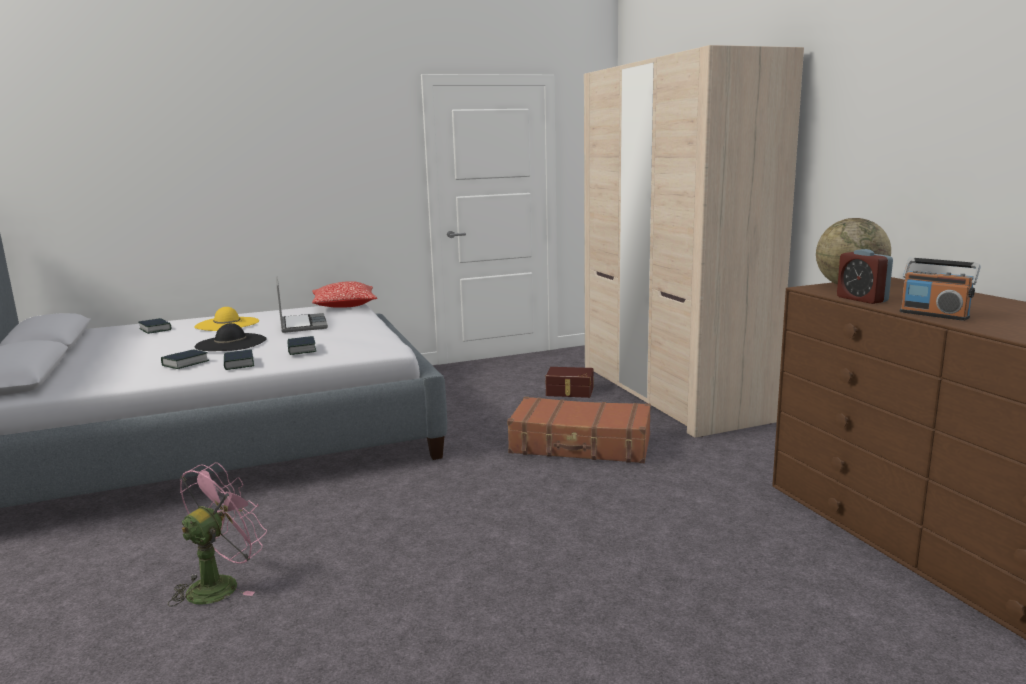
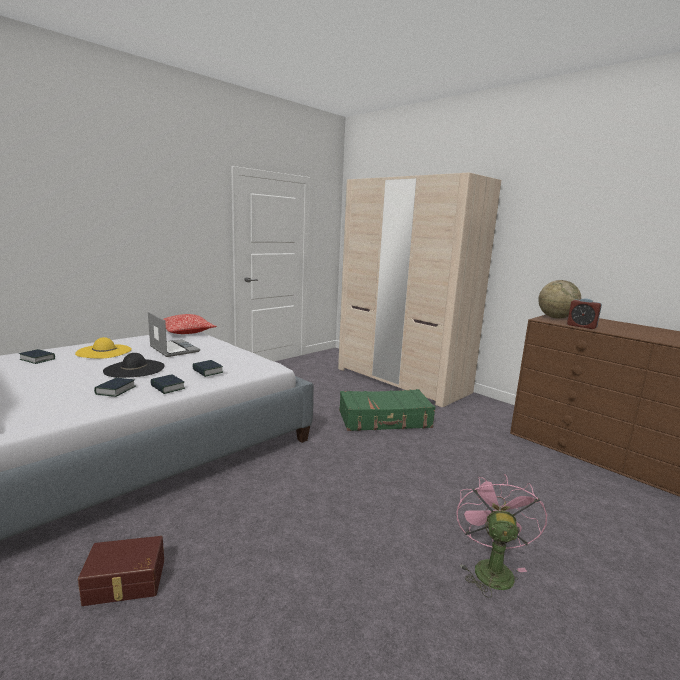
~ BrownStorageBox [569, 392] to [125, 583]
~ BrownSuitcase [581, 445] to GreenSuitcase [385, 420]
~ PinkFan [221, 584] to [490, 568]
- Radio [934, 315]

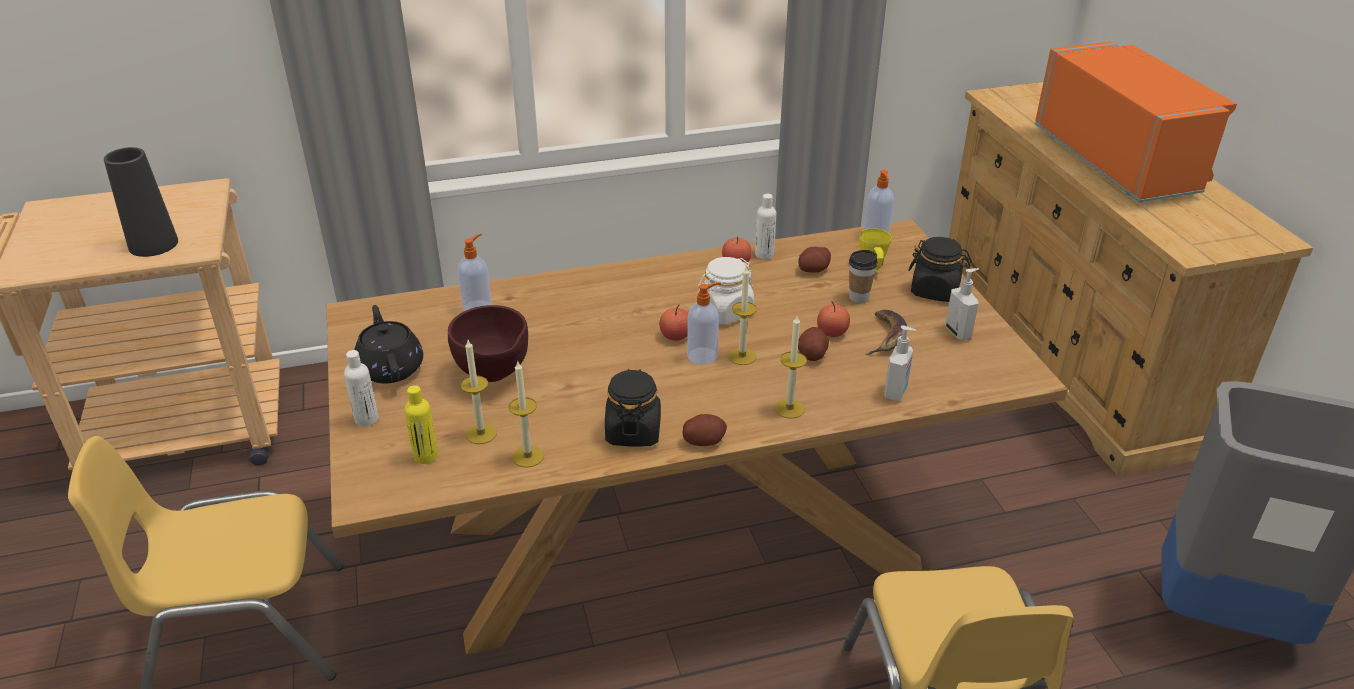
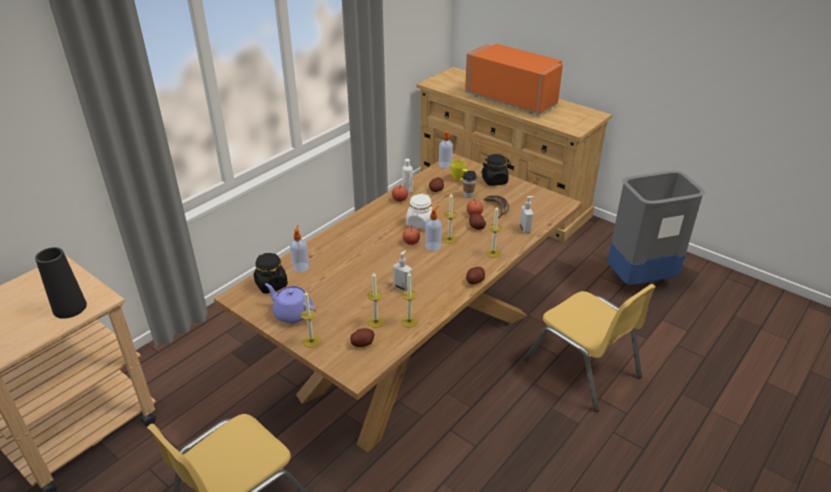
~ BlackJar [633, 431] to [271, 284]
~ BlackTeapot [390, 368] to PurpleTeapot [292, 313]
~ WhiteBottle [366, 419] to Candle [311, 341]
~ YellowBottle [426, 456] to Potato [362, 343]
~ SoapDispenser [958, 332] to [403, 287]
- BrownBowl [494, 377]

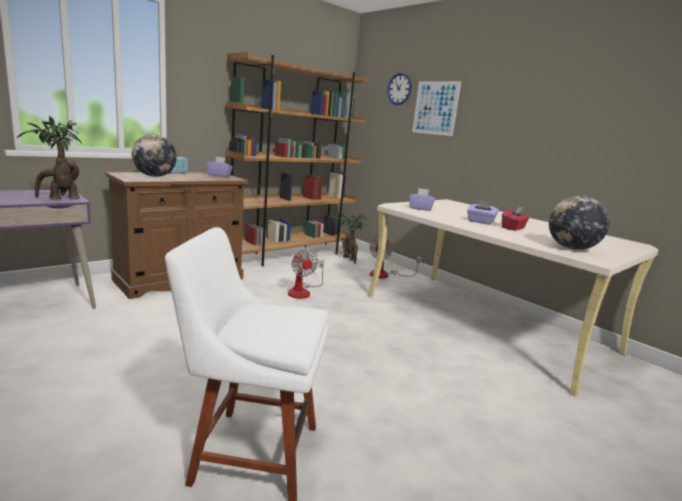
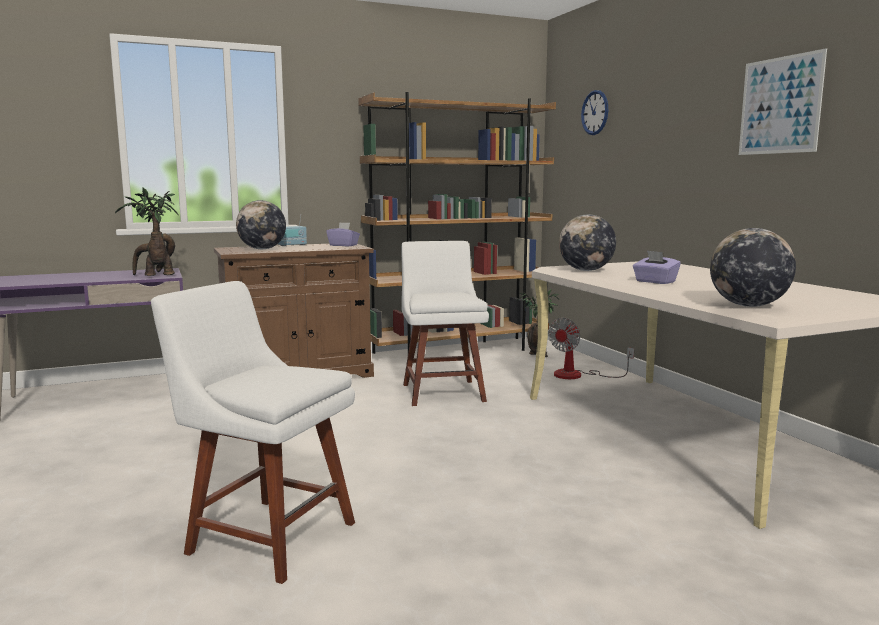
~ Fan [303, 291] to WhiteChair [442, 391]
~ PurpleTissueBox [420, 208] to Globe [586, 270]
~ Picture [435, 108] to [780, 105]
- RedTissueBox [513, 228]

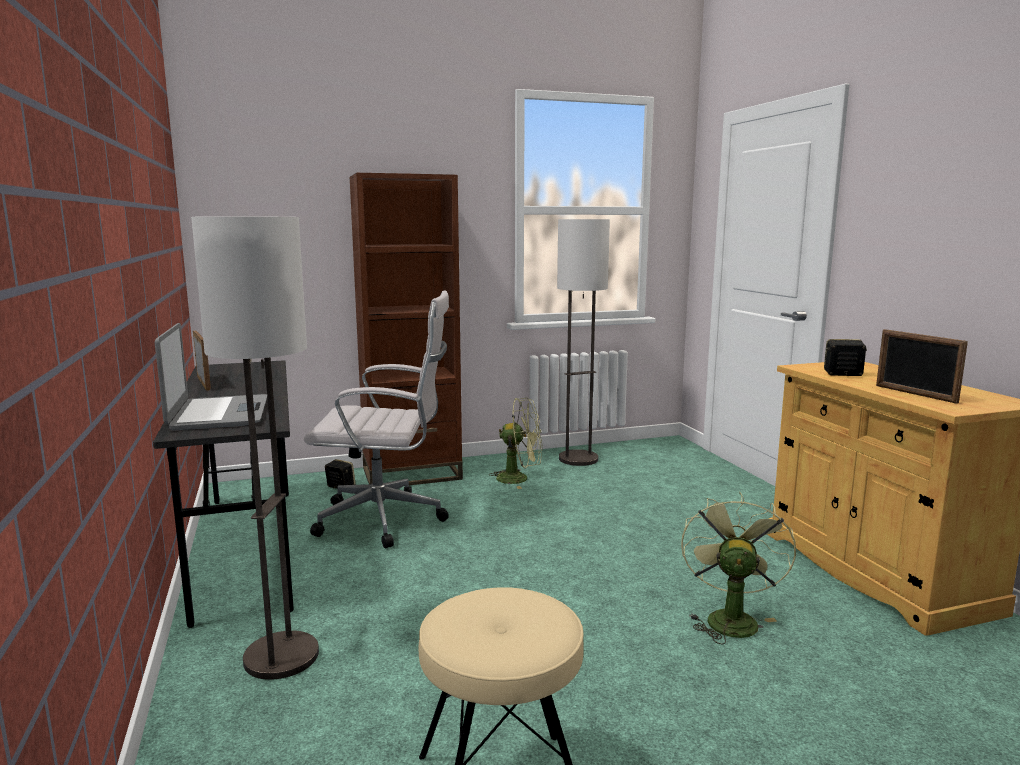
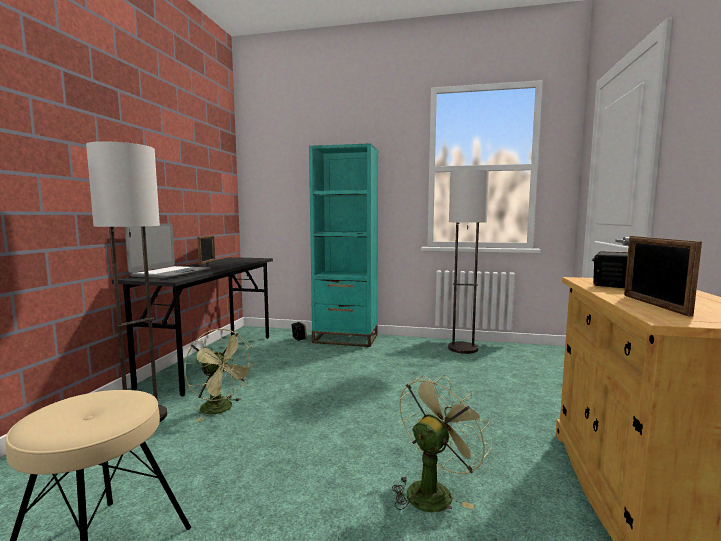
~ GreenFan [519, 479] to [221, 409]
~ BrownBookcase [412, 474] to TurquoiseBookcase [345, 339]
- WhiteOfficeChair [386, 520]

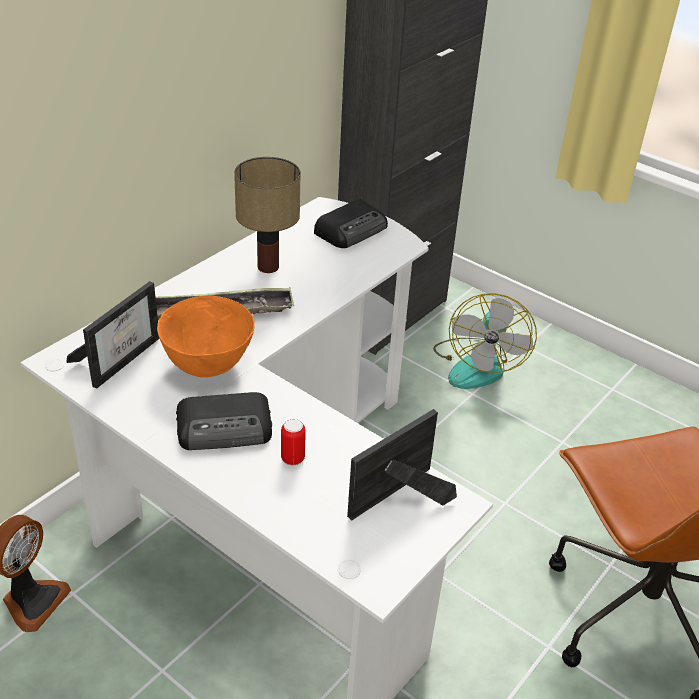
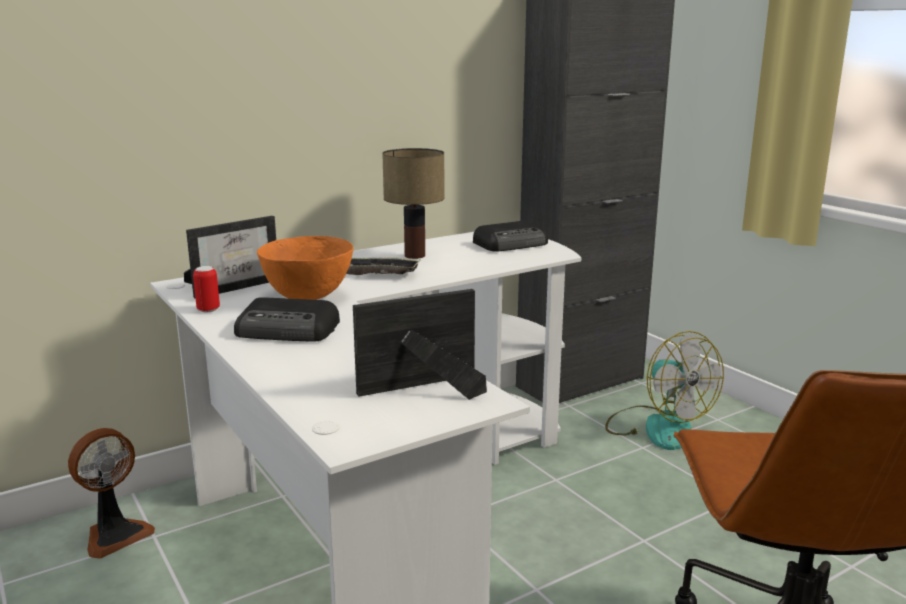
~ Can [292, 458] to [208, 310]
~ Fan [477, 365] = [657, 427] 60 degrees counterclockwise

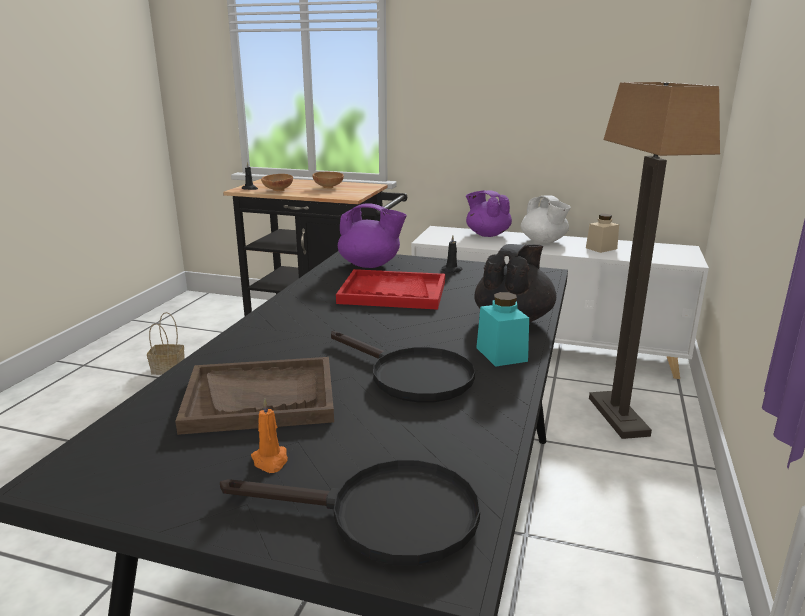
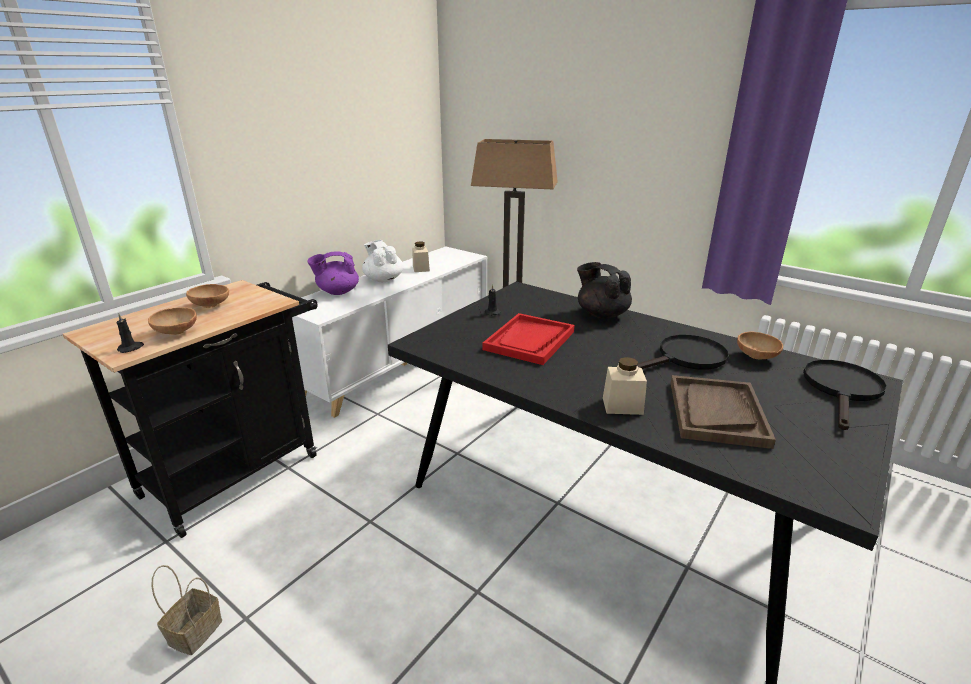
~ WhiteTeapot [544, 241] = [383, 279] 120 degrees counterclockwise
+ BeigeJar [622, 406]
+ BrownBowl [756, 357]
- OrangeCandle [270, 461]
- PurpleTeapot [370, 265]
- TurquoiseJar [501, 354]

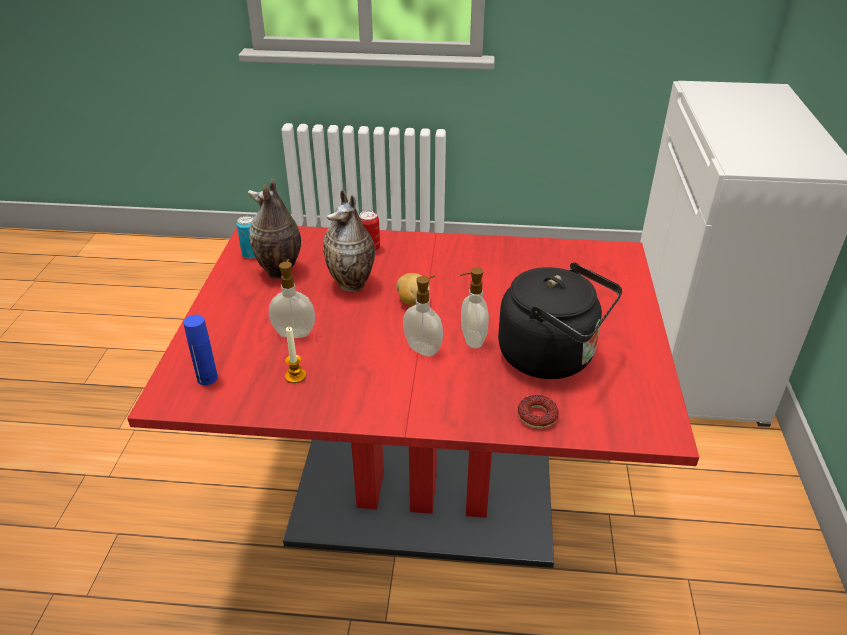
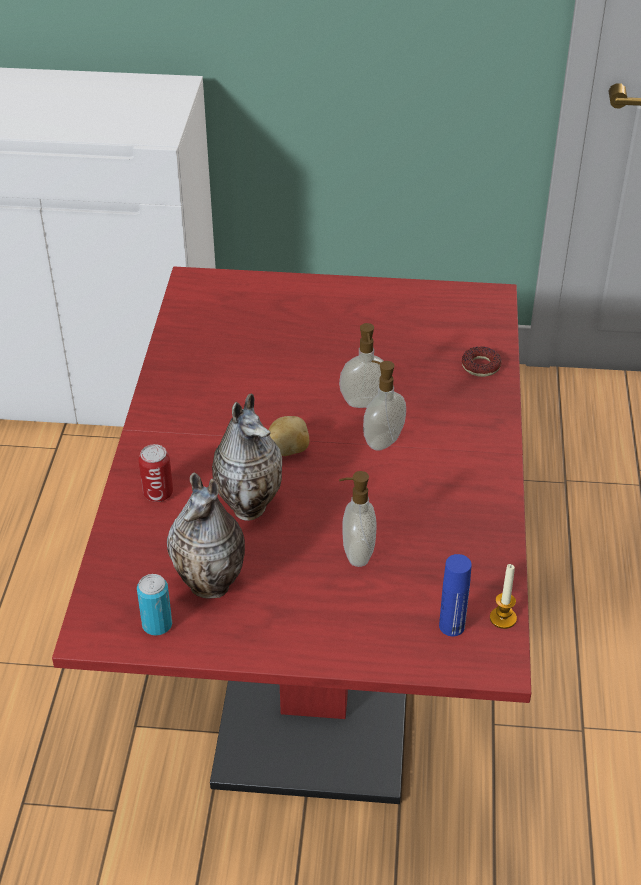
~ Candle [295, 376] to [503, 618]
- BlackKettle [552, 357]

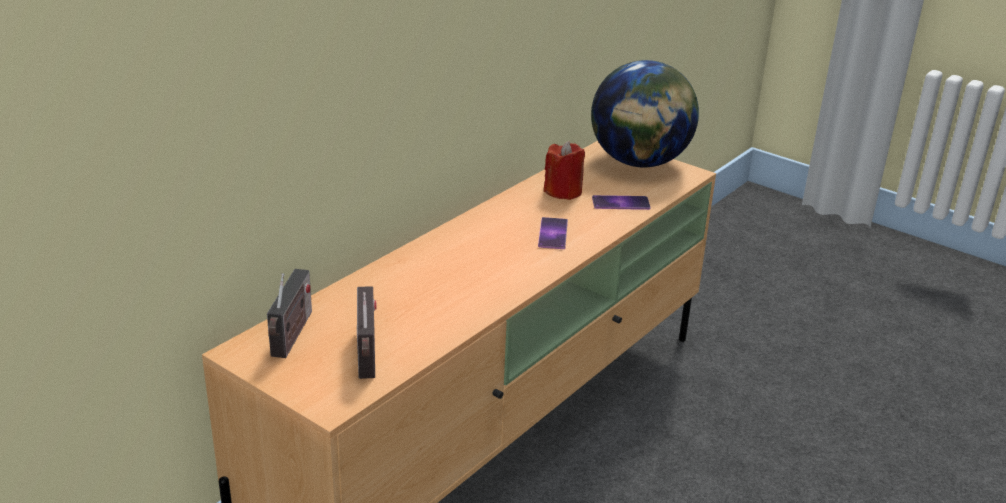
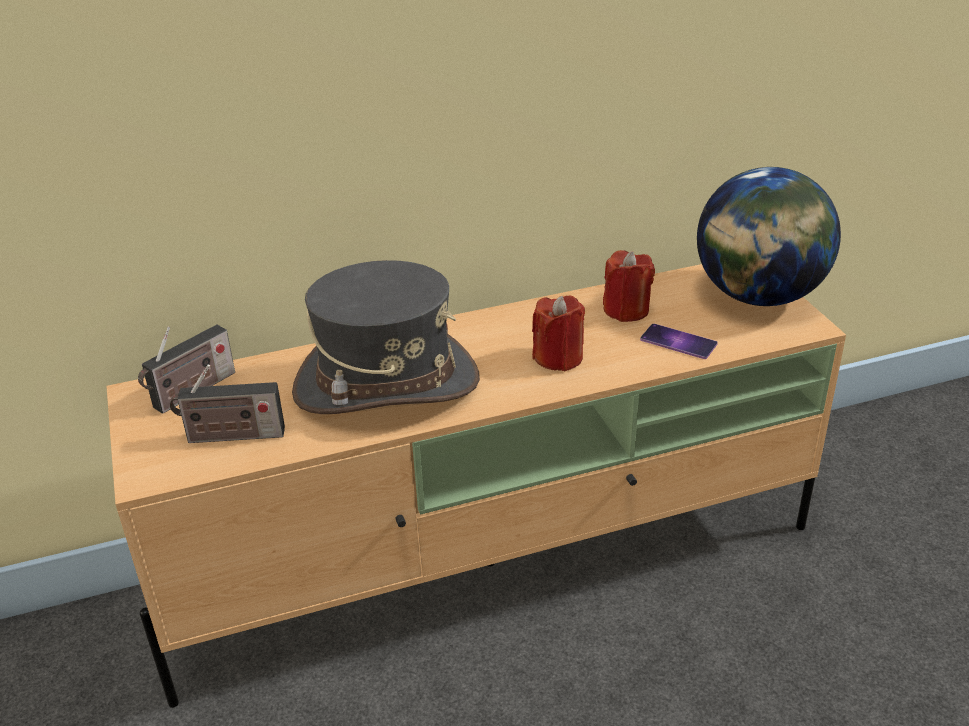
~ Radio [368, 355] = [231, 436] 60 degrees clockwise
+ GreyHat [386, 384]
~ Phone [553, 233] to RedCandle [558, 357]

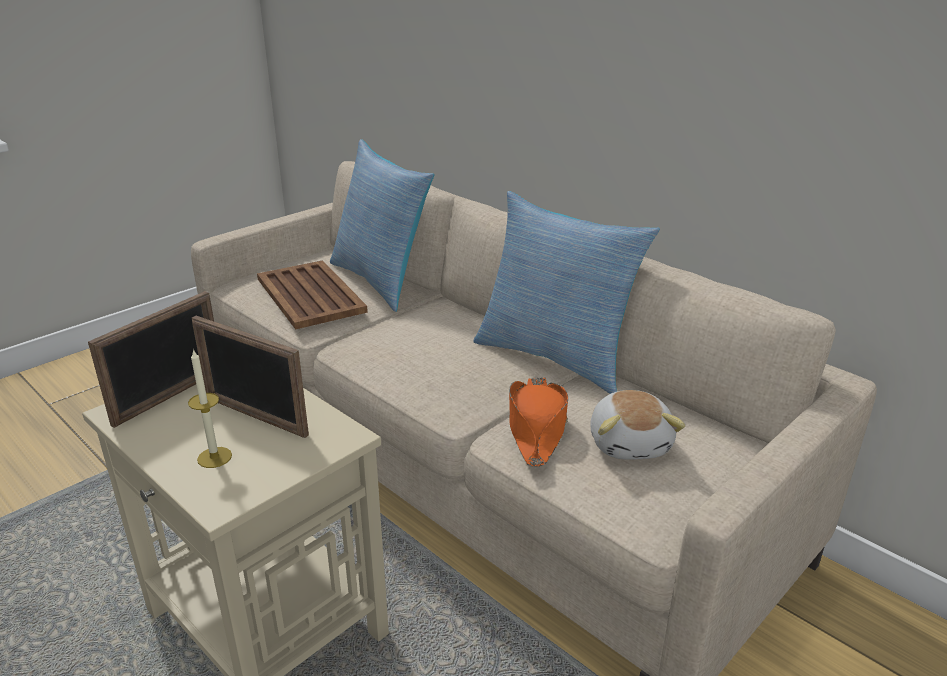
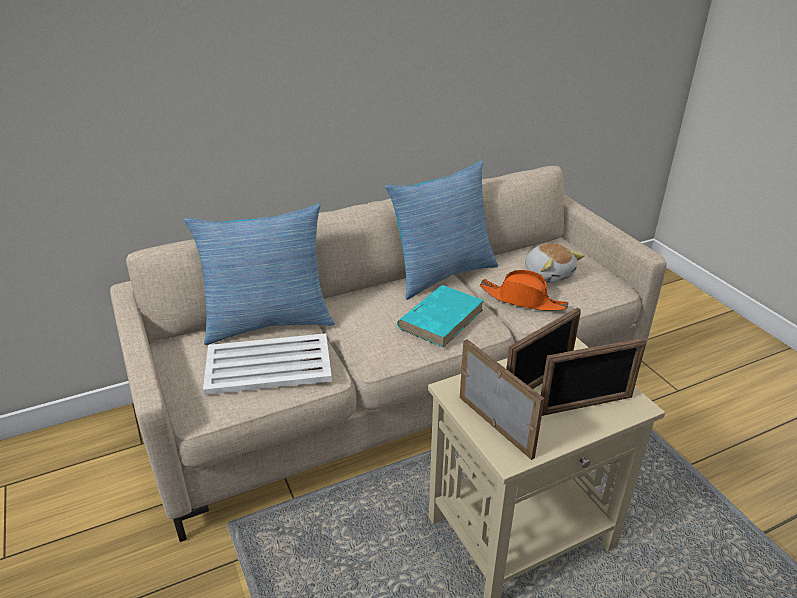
~ BrownTray [310, 296] to WhiteTray [270, 365]
+ TurquoiseBook [441, 318]
~ PlushToy [630, 443] = [548, 274] 45 degrees clockwise
~ Candle [214, 457] to PictureFrame [585, 405]

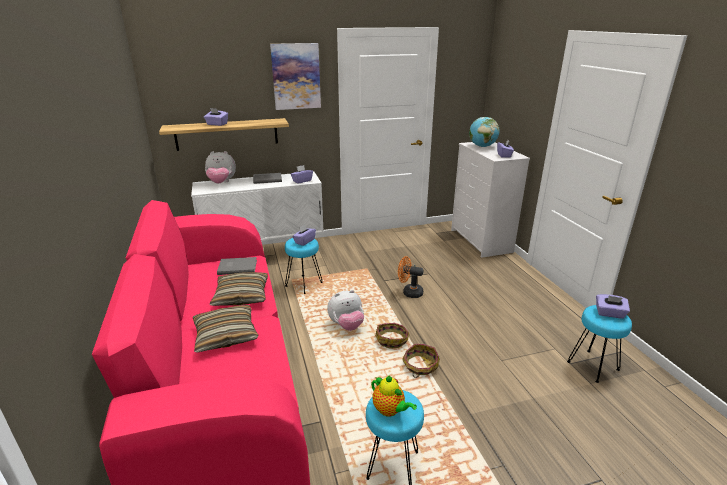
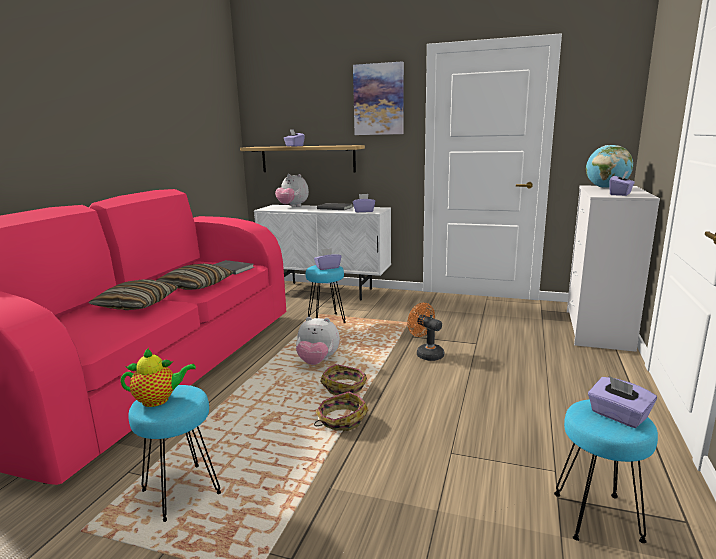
~ Teapot [390, 410] = [159, 400] 90 degrees counterclockwise

